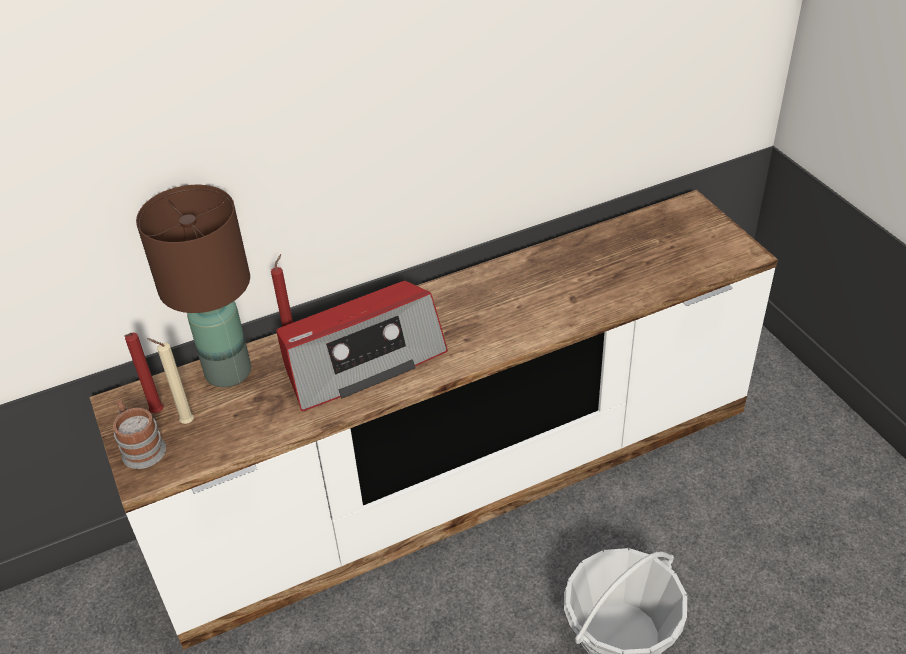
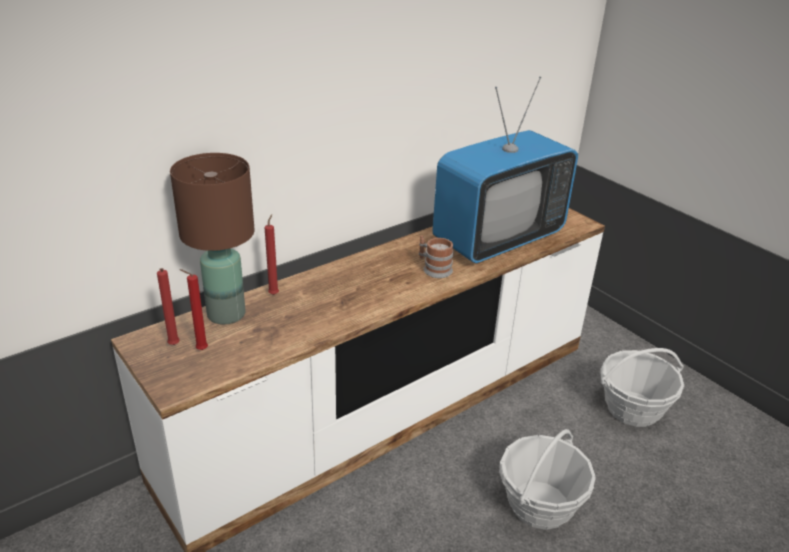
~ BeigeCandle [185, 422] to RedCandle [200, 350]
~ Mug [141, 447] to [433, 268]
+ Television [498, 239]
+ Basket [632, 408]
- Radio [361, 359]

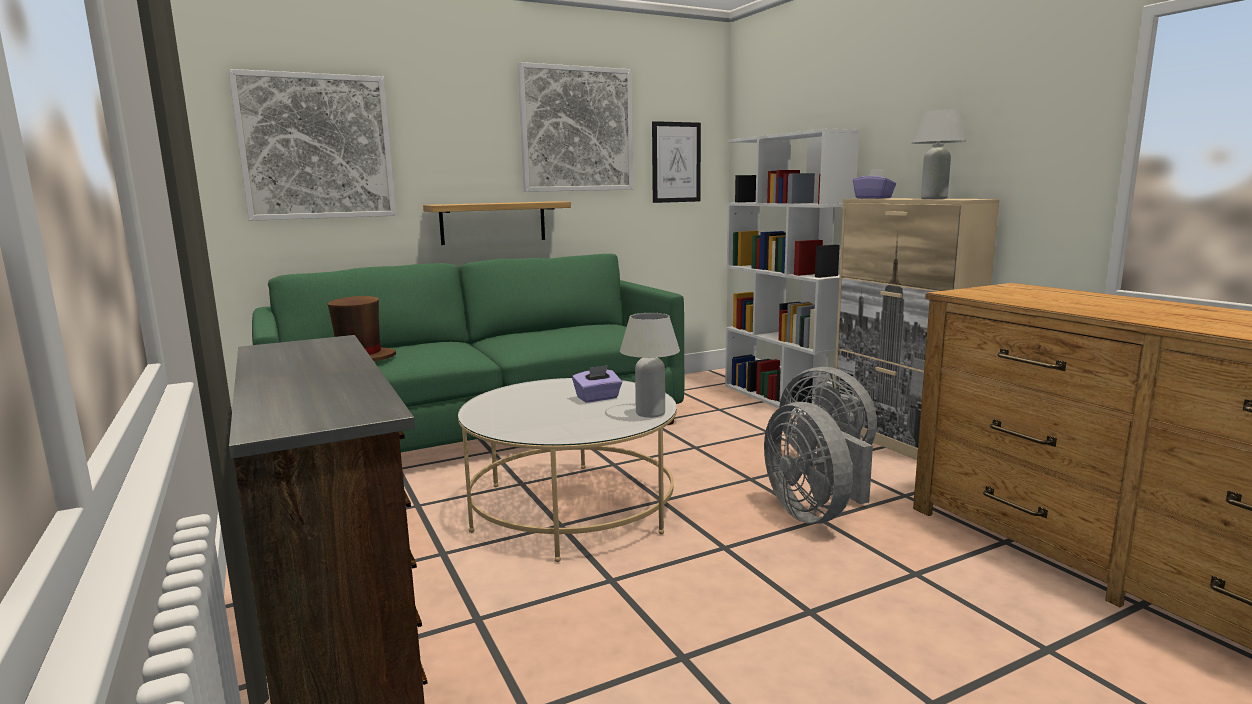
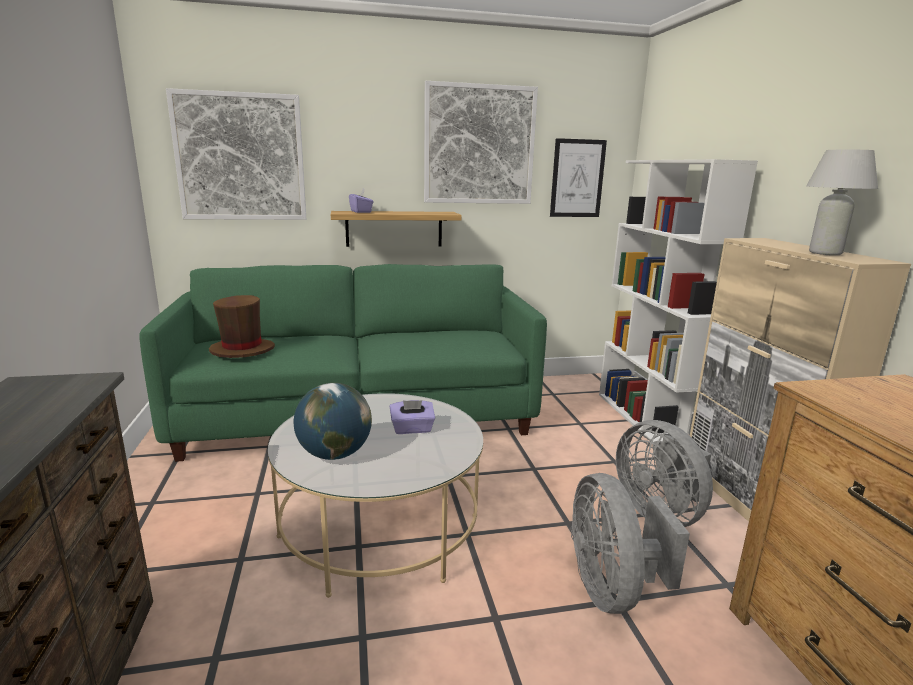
+ Globe [334, 454]
~ PurpleTissueBox [873, 198] to [361, 212]
- WhiteTableLamp [650, 413]

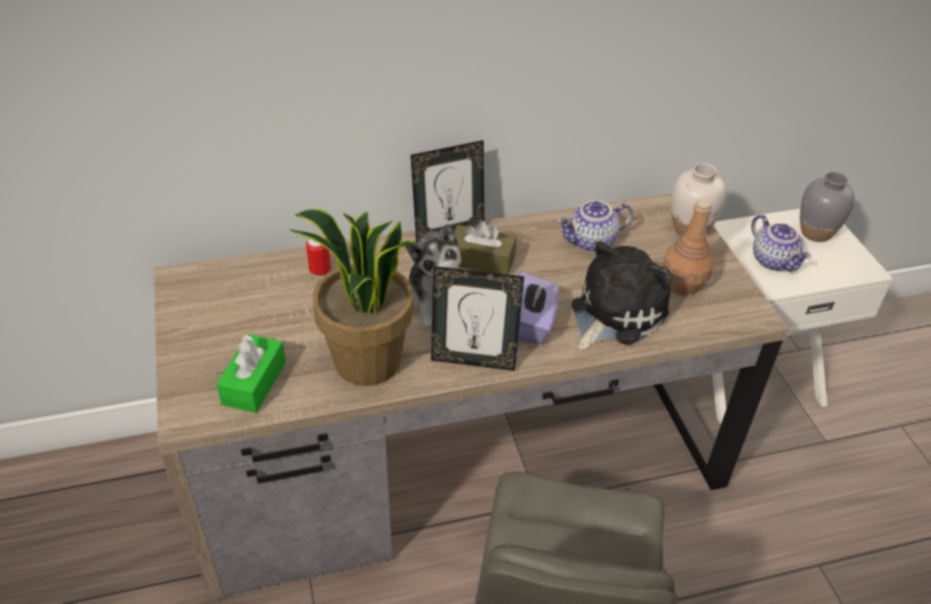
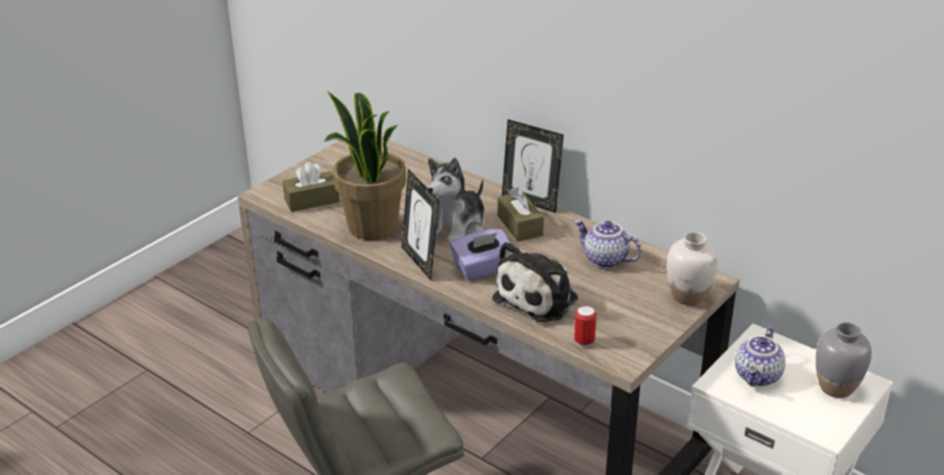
~ GreenTissueBox [254, 383] to BrownTissueBox [312, 200]
~ PlushToy [614, 313] = [539, 297] 120 degrees clockwise
~ Can [320, 271] to [584, 342]
- BrownBottle [682, 284]

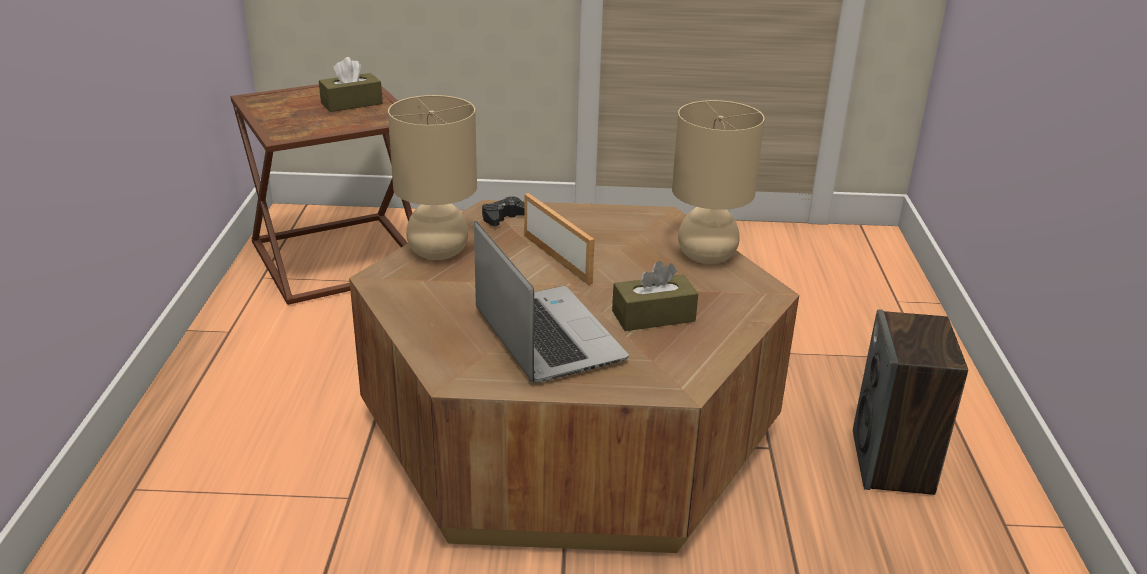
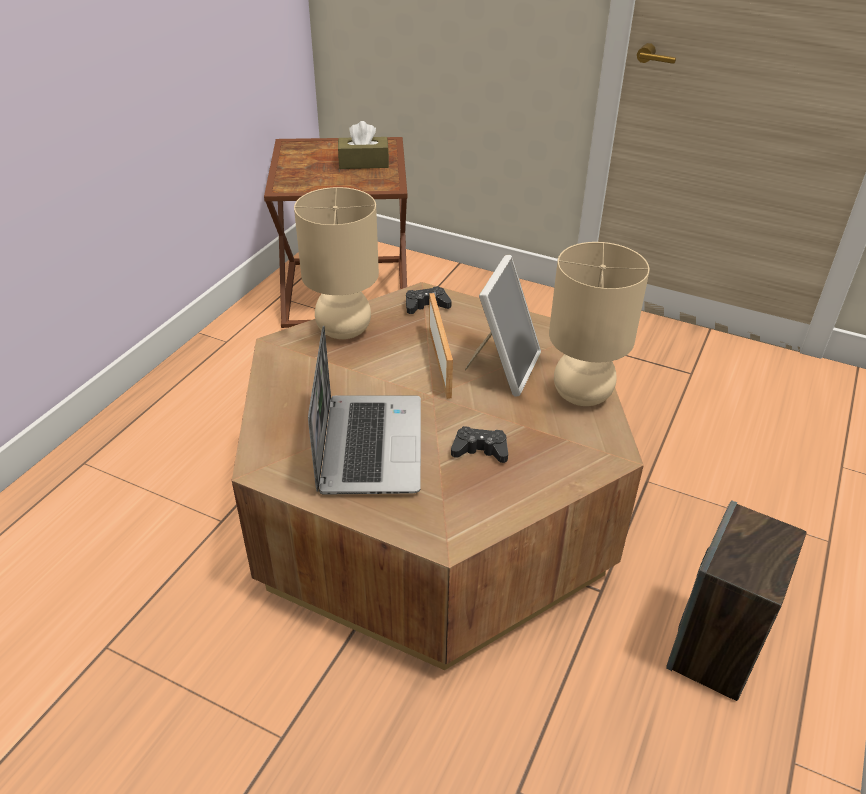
~ BrownTissueBox [653, 316] to BlackGameController [480, 450]
+ PictureFrame [503, 368]

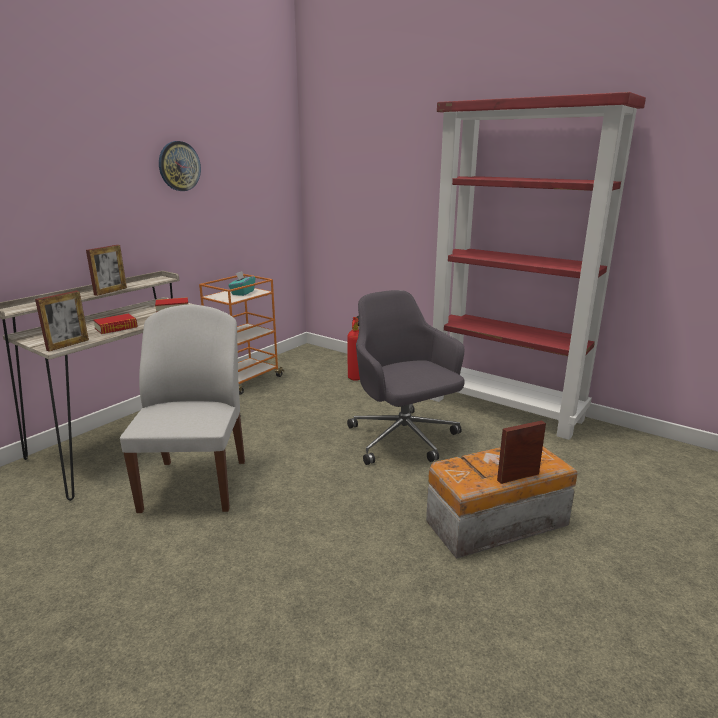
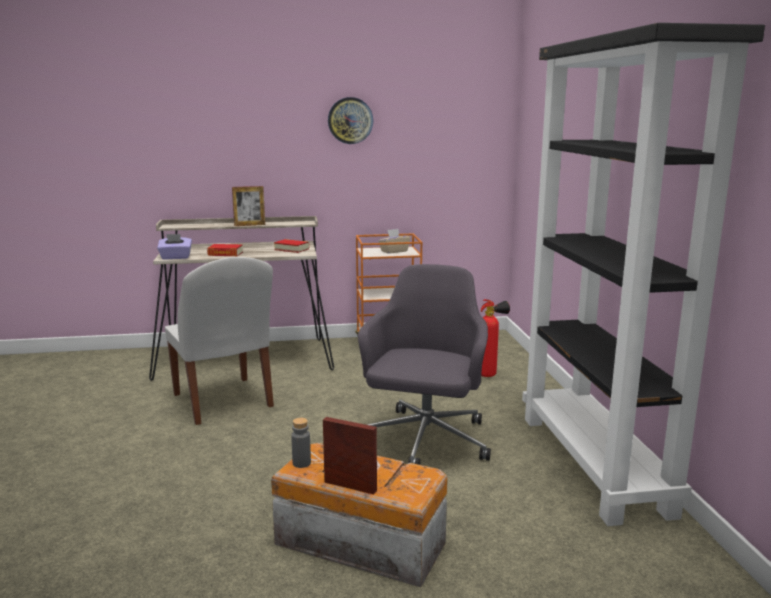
~ PictureFrame [68, 345] to PurpleTissueBox [175, 257]
~ WhiteChair [196, 483] = [223, 402] 105 degrees clockwise
+ GreyBottle [301, 463]
~ TurquoiseTissueBox [242, 293] to BeigeTissueBox [394, 251]
~ RedBookcase [505, 409] to BlackBookcase [595, 463]

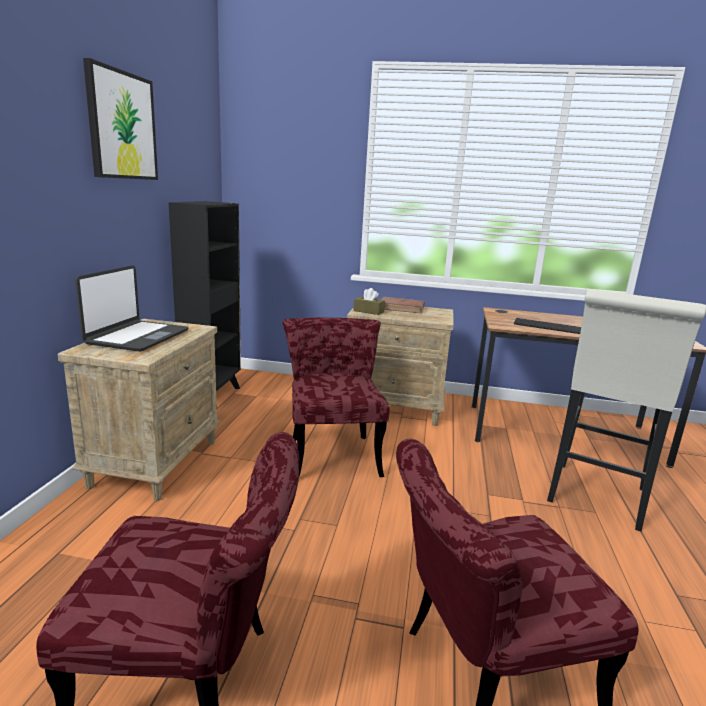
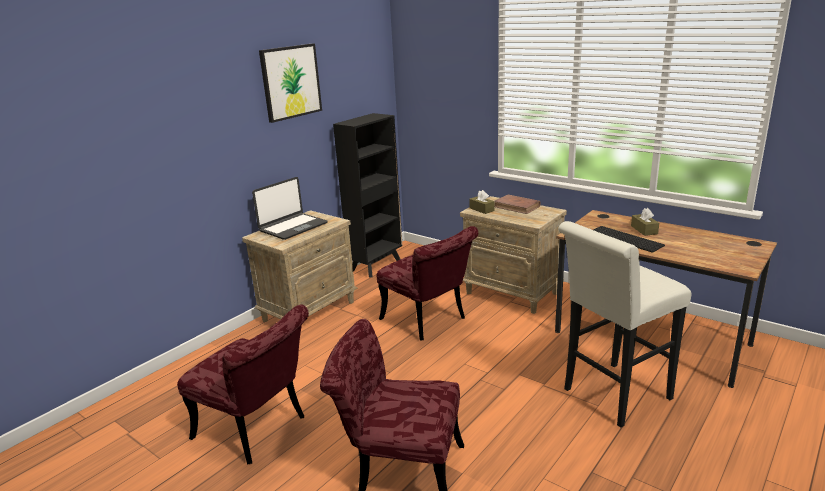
~ RedChair [332, 451] = [429, 321] 120 degrees clockwise
+ BrownTissueBox [644, 230]

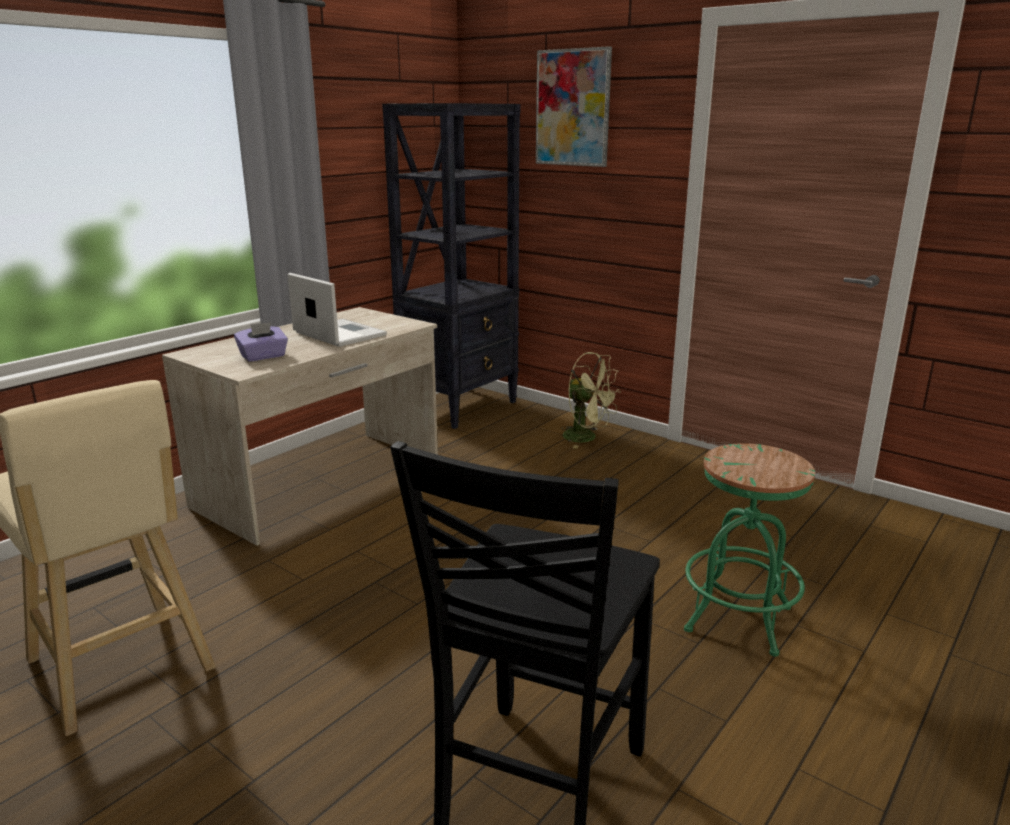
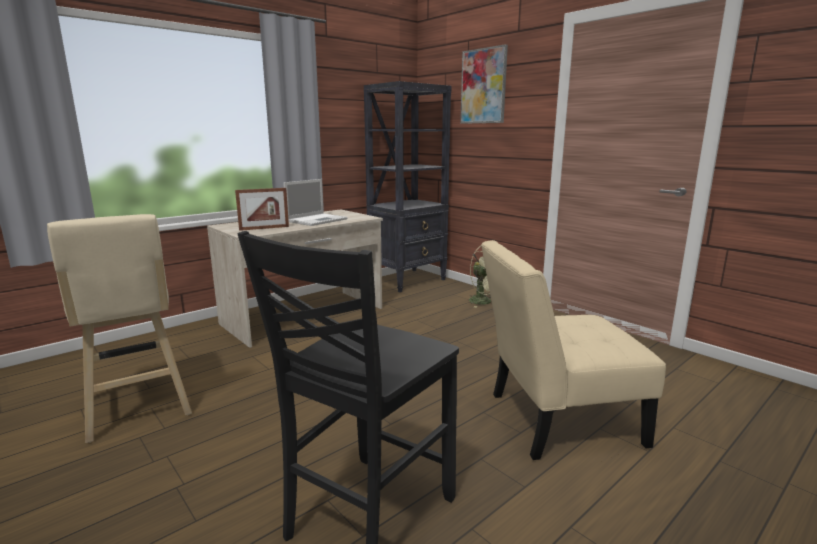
~ PurpleTissueBox [263, 356] to PictureFrame [264, 228]
~ Laptop [338, 334] = [317, 220] 75 degrees clockwise
~ GreenStool [738, 619] to BeigeChair [555, 420]

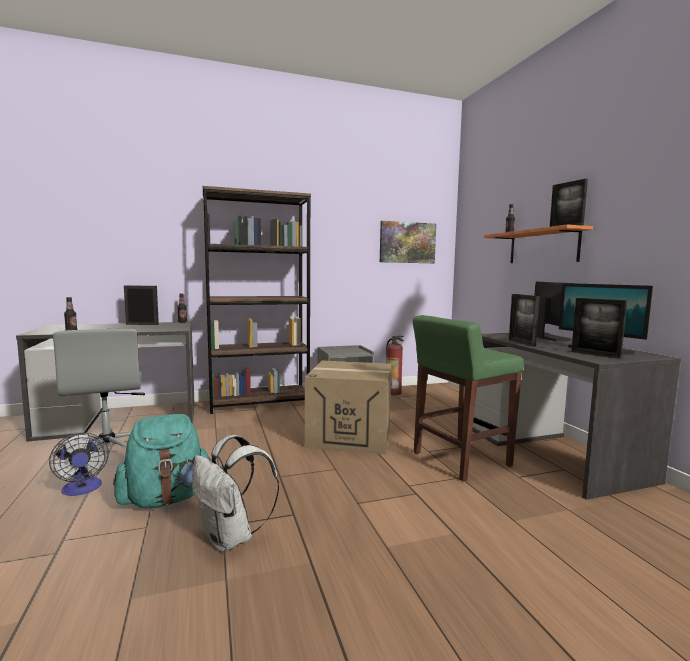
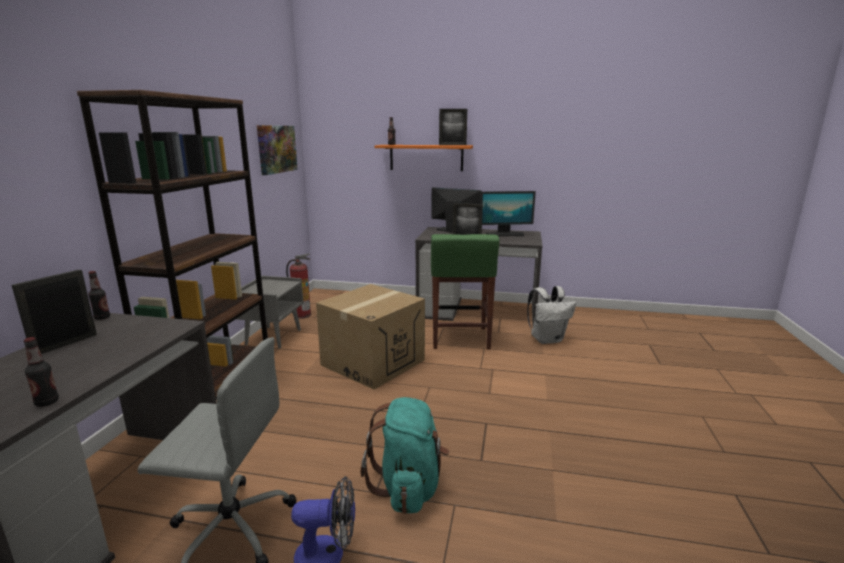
~ WhiteBackpack [231, 538] to [547, 339]
- PictureFrame [595, 354]

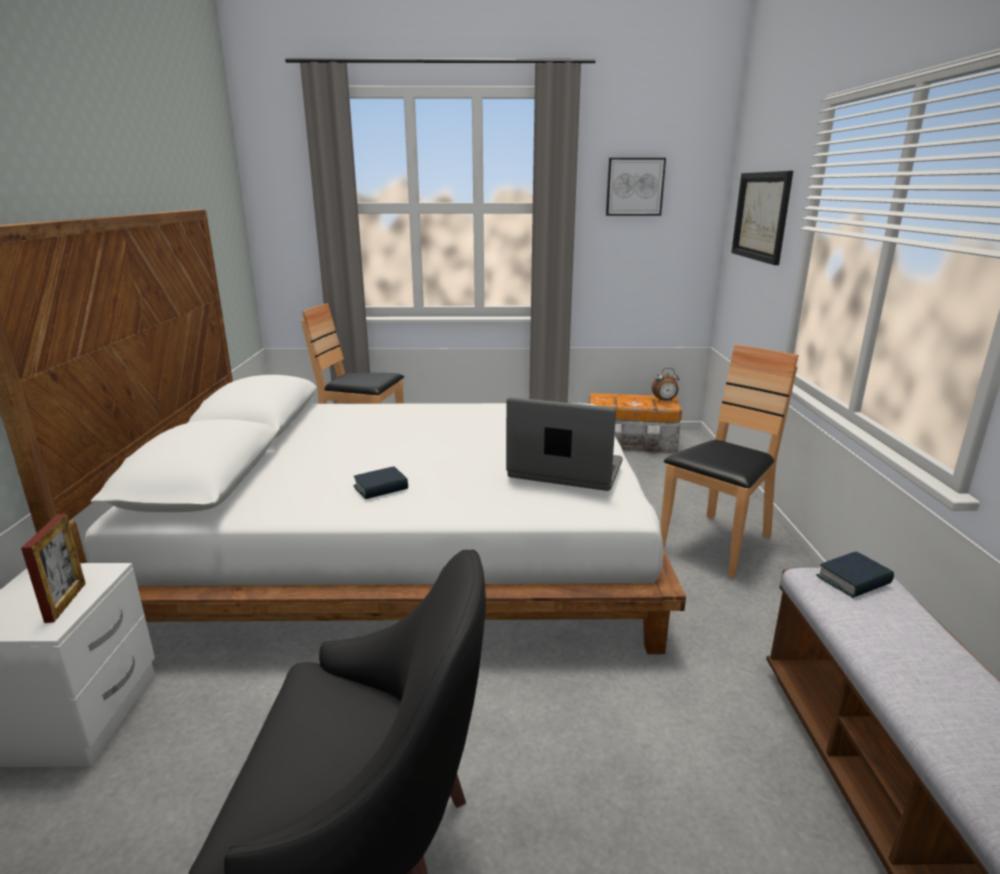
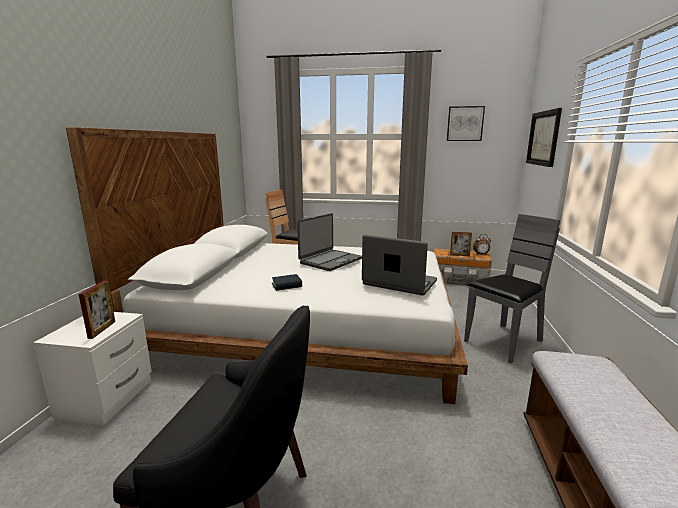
+ Laptop [330, 261]
+ PictureFrame [459, 255]
~ BrownChair [716, 544] to GreyChair [504, 342]
- Book [853, 580]

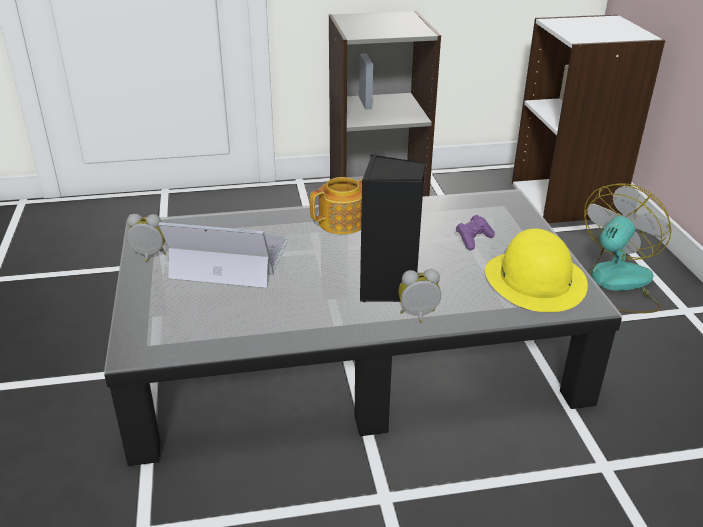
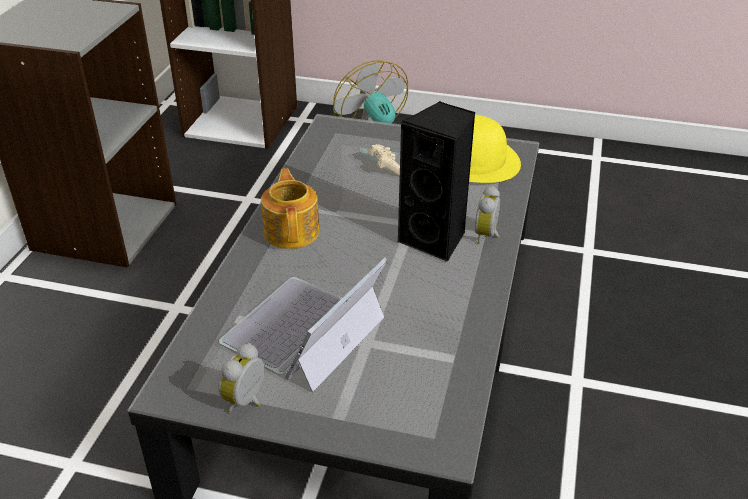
~ PurpleGameController [473, 239] to BeigeGameController [386, 167]

